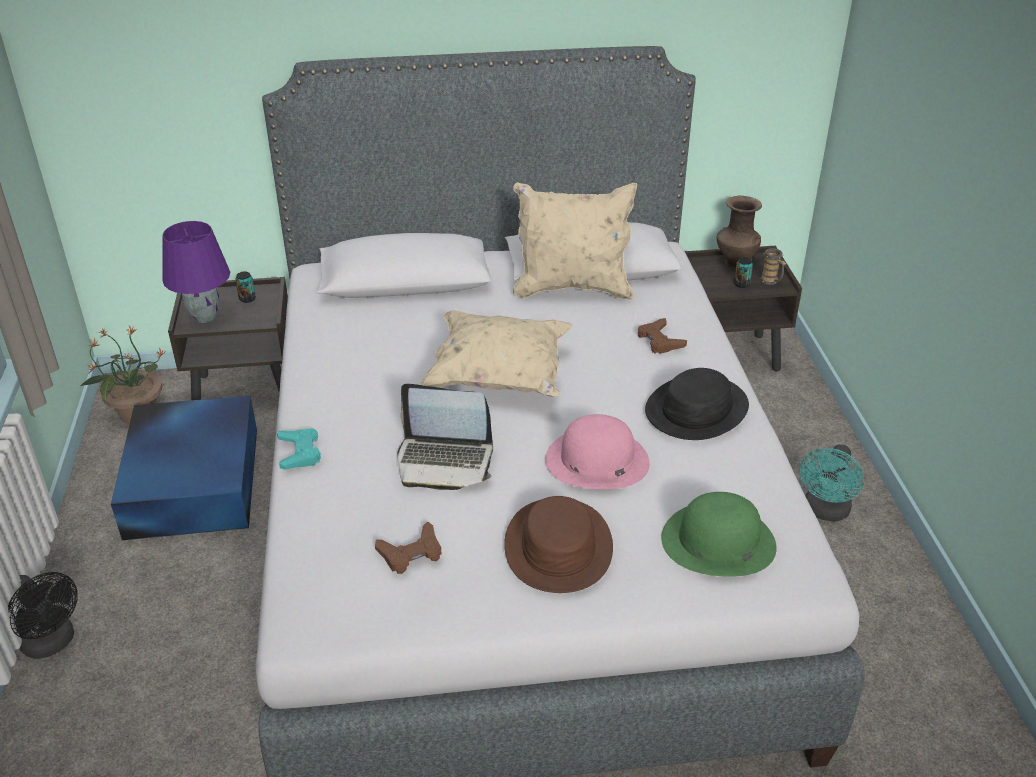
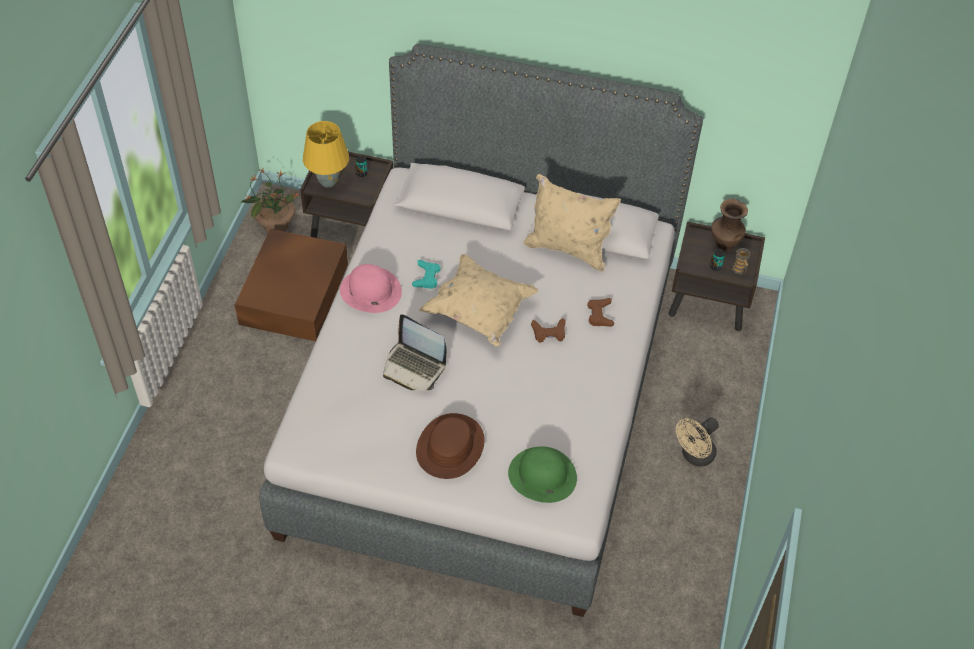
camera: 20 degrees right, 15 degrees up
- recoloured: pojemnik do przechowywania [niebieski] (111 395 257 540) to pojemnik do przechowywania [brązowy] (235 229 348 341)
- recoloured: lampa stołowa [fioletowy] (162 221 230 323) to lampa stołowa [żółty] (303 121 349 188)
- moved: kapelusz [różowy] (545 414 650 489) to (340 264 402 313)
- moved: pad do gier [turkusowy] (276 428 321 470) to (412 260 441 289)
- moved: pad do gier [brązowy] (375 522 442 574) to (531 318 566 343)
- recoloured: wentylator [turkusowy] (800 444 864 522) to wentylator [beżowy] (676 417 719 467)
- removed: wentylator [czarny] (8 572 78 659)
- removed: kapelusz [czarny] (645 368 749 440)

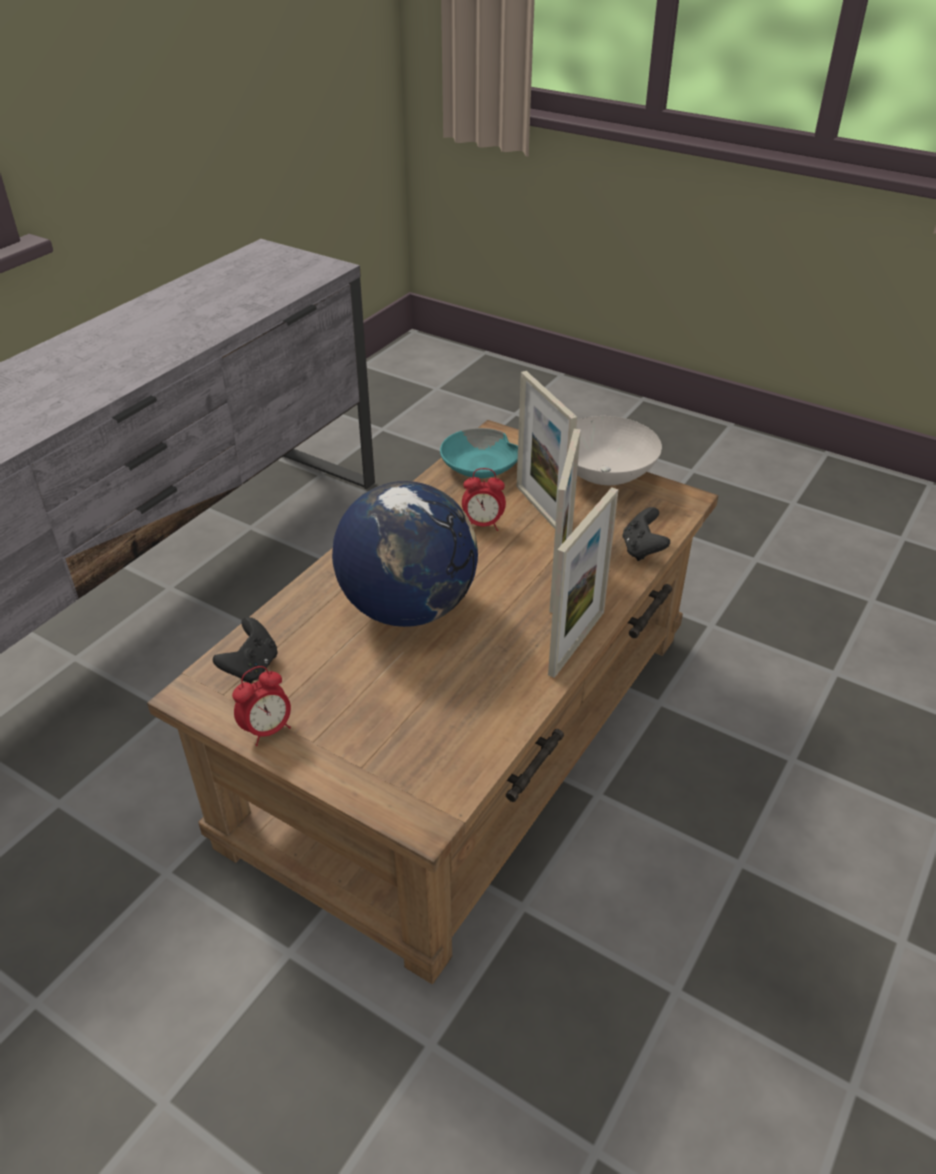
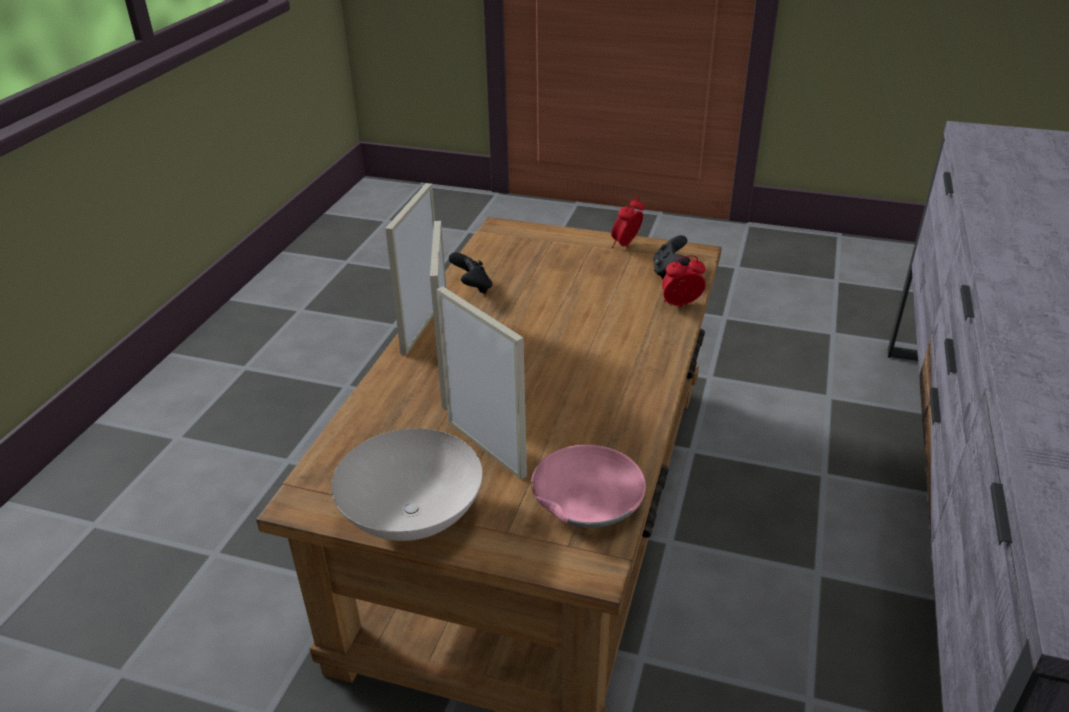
camera: 165 degrees right, 5 degrees down
- moved: pad do gier [czarny] (623 507 670 561) to (449 252 492 294)
- recoloured: miska [turkusowy] (440 428 518 478) to miska [różowy] (531 445 646 528)
- moved: budzik (462 468 506 531) to (662 255 706 307)
- removed: globus (332 481 478 627)

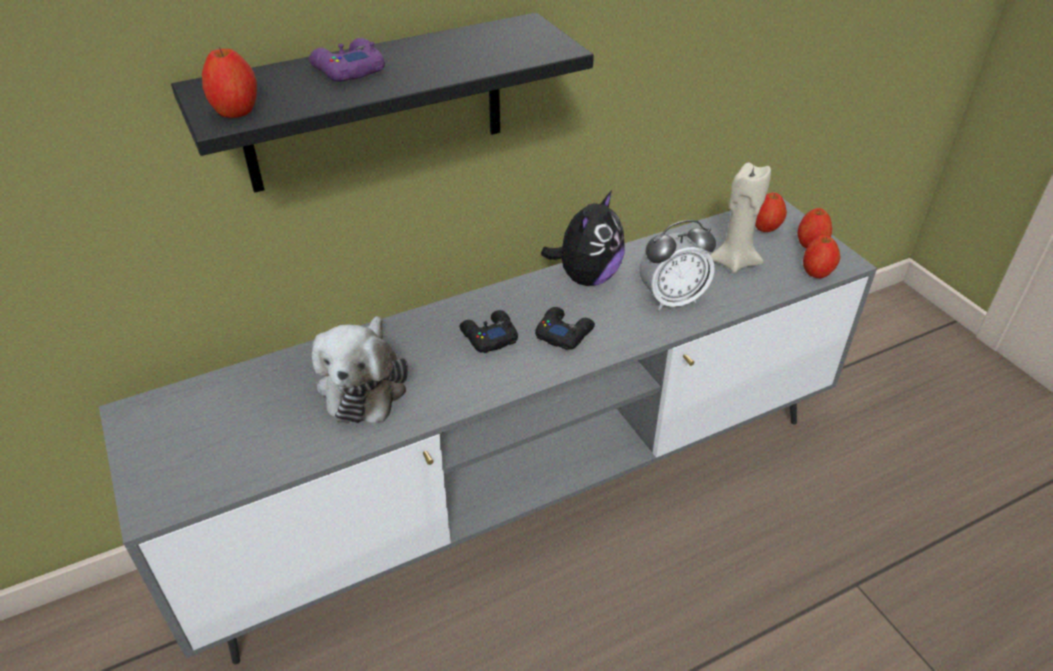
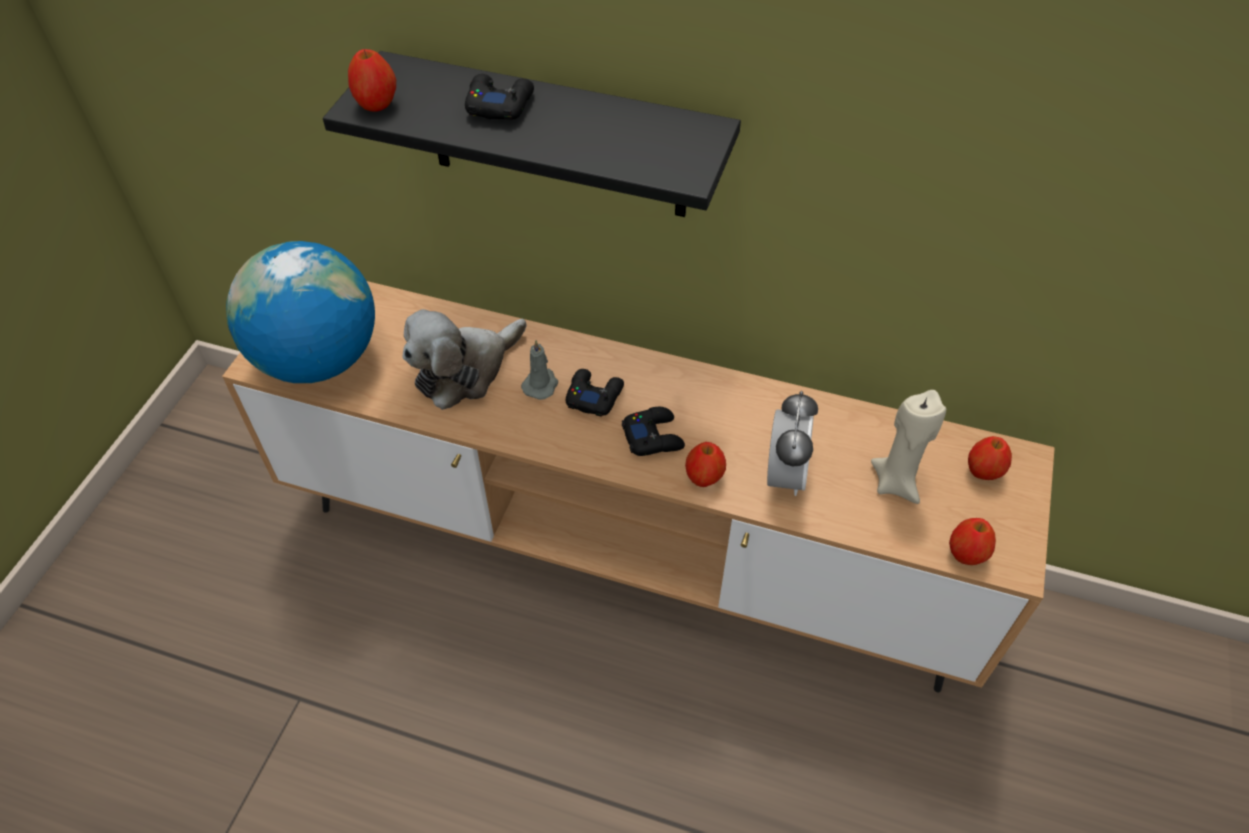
camera: 45 degrees right, 10 degrees up
- recoloured: szafka pod telewizor [szary] (99 199 877 665) to szafka pod telewizor [brązowy] (222 281 1055 692)
- added: globus (226 241 375 383)
- recoloured: pad do gier [fioletowy] (309 38 385 82) to pad do gier [czarny] (465 74 534 120)
- added: świeca [szary] (521 340 558 400)
- moved: jabłko (798 208 832 249) to (685 442 726 487)
- turned: budzik (639 220 716 311) = (767 391 818 496) 105 degrees counterclockwise
- removed: pluszak (541 190 625 286)

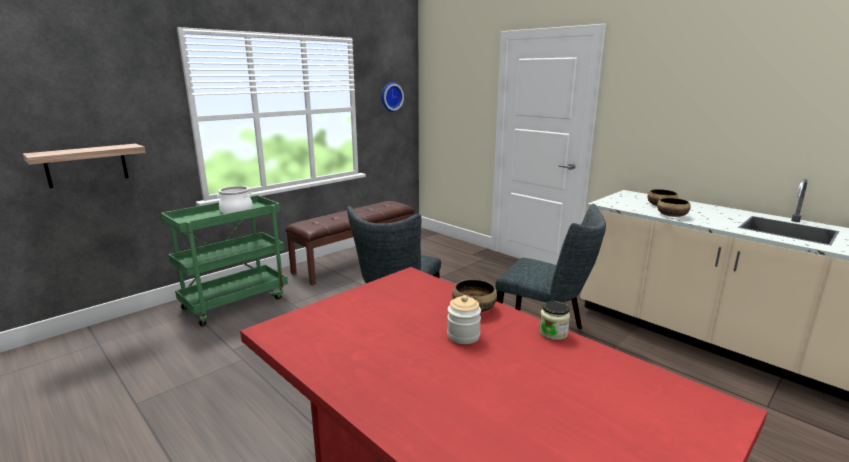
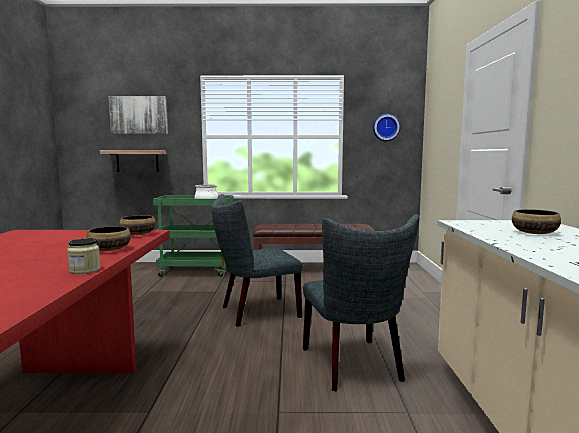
camera: 45 degrees right, 10 degrees down
- added: obraz (109 96 168 134)
- moved: miska (657 198 691 217) to (119 215 156 235)
- removed: słoik (447 295 481 344)

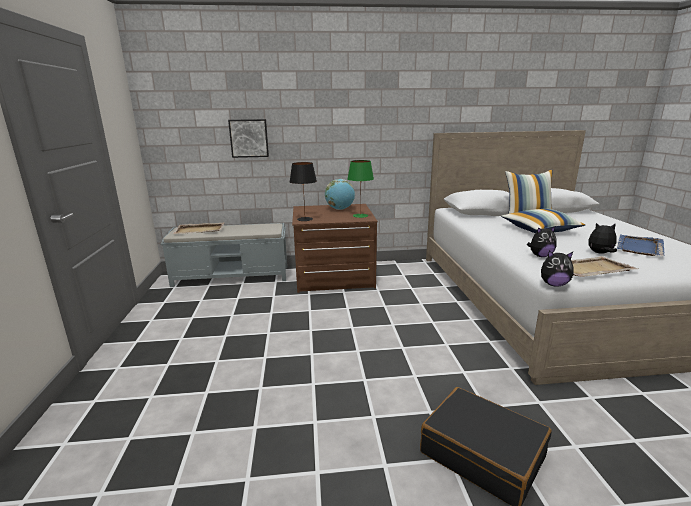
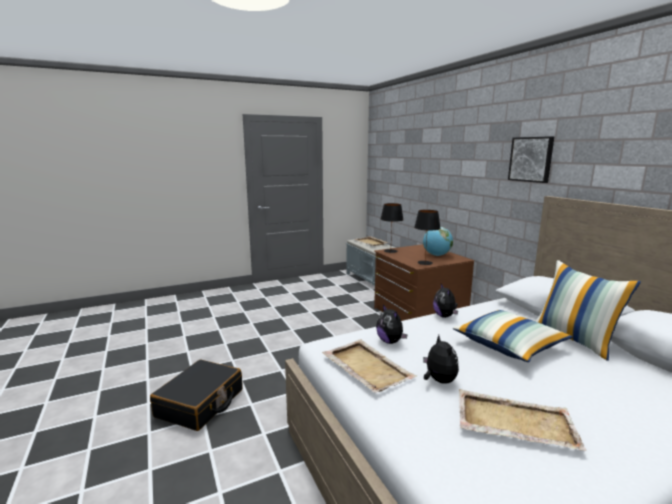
camera: 70 degrees right, 5 degrees down
- recoloured: lampa stołowa [zielony] (348 160 374 218) to lampa stołowa [czarny] (414 210 441 265)
- moved: pluszak (541 250 574 287) to (433 284 458 318)
- recoloured: taca [niebieski] (617 235 665 256) to taca [beżowy] (459 389 586 451)
- moved: obraz (228 119 269 158) to (508 136 554 183)

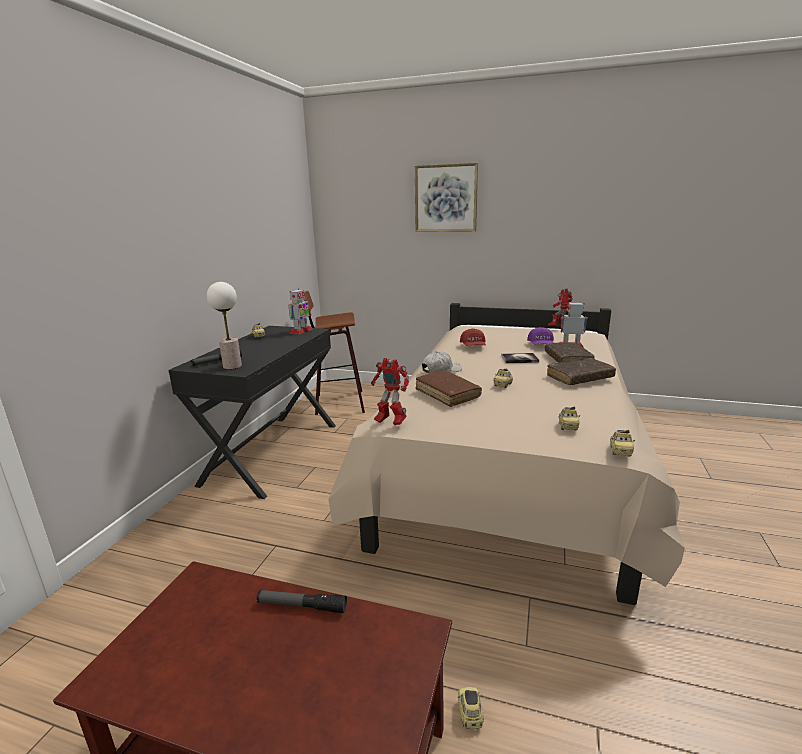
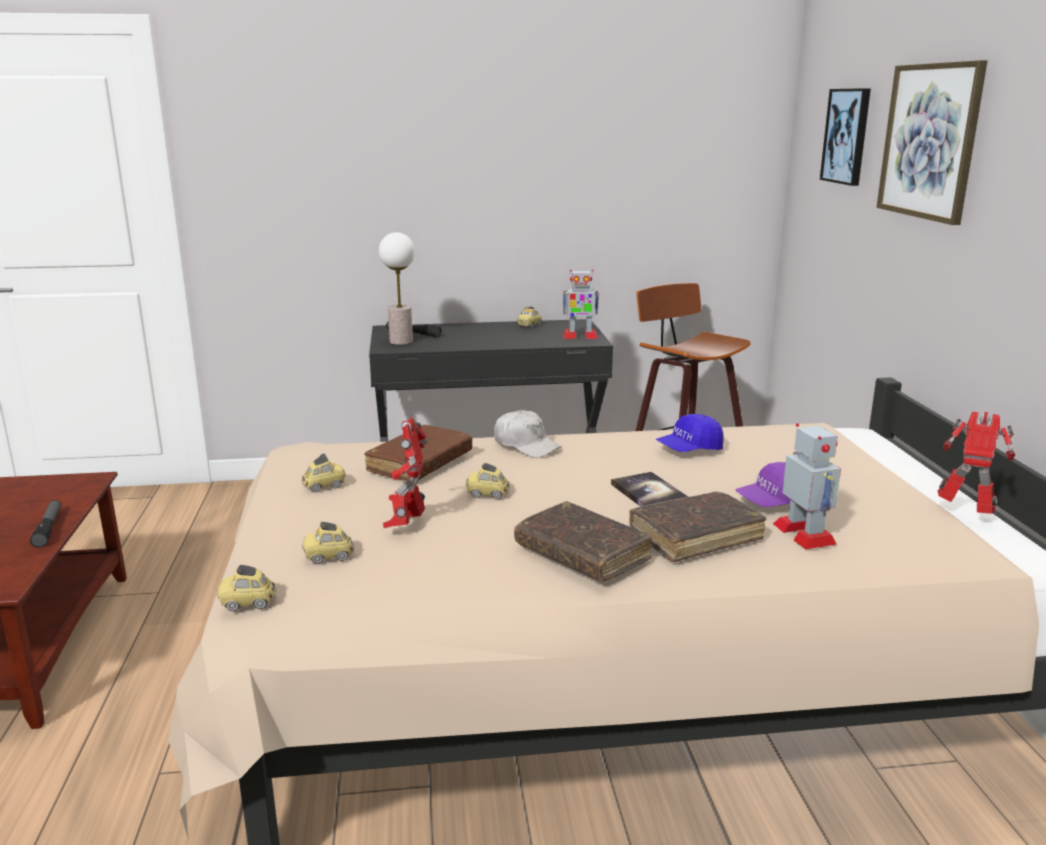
camera: 65 degrees right, 0 degrees up
- moved: samochodzik (458 687 484 729) to (302 453 346 492)
- moved: robot zabawkowy (371 358 409 425) to (383 417 427 528)
- recoloured: czapka z daszkiem [czerwony] (460 328 486 346) to czapka z daszkiem [niebieski] (656 414 724 452)
- added: obraz (820 88 871 186)

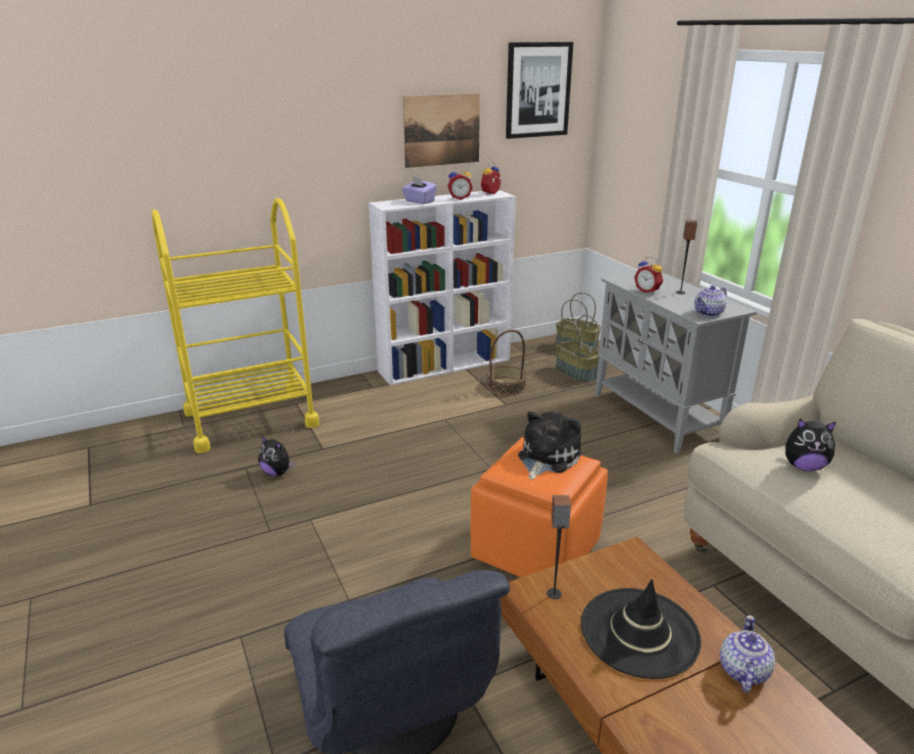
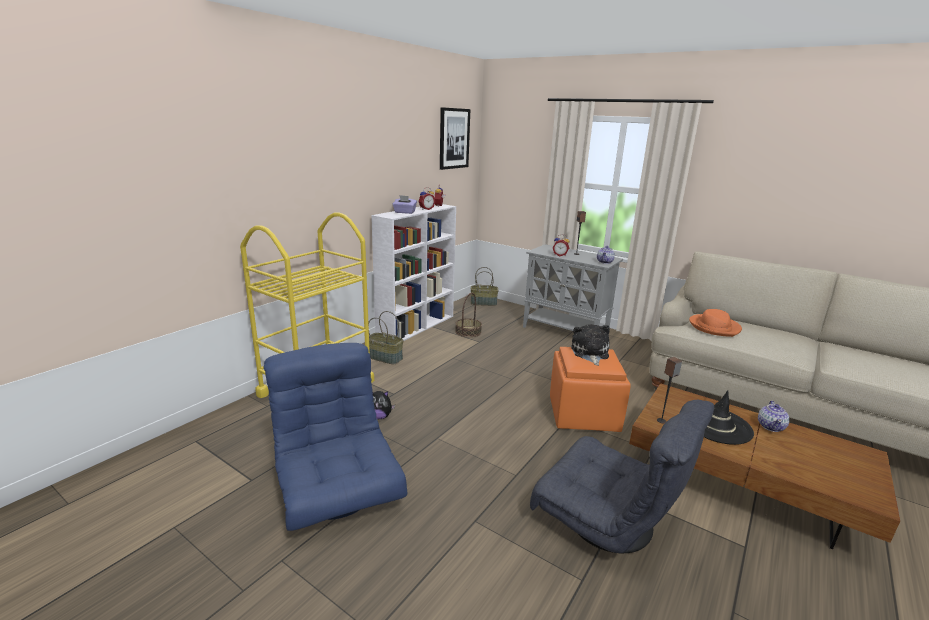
camera: 30 degrees left, 5 degrees down
- added: fotel [niebieski] (263 343 407 531)
- moved: koszyk (556 315 599 383) to (368 311 404 364)
- replaced: pluszak (785 419 836 471) to kapelusz [pomarańczowy] (689 309 742 337)
- turned: imbryk (720 615 775 692) = (758 401 789 432) 150 degrees counterclockwise
- removed: obraz (403 93 480 168)

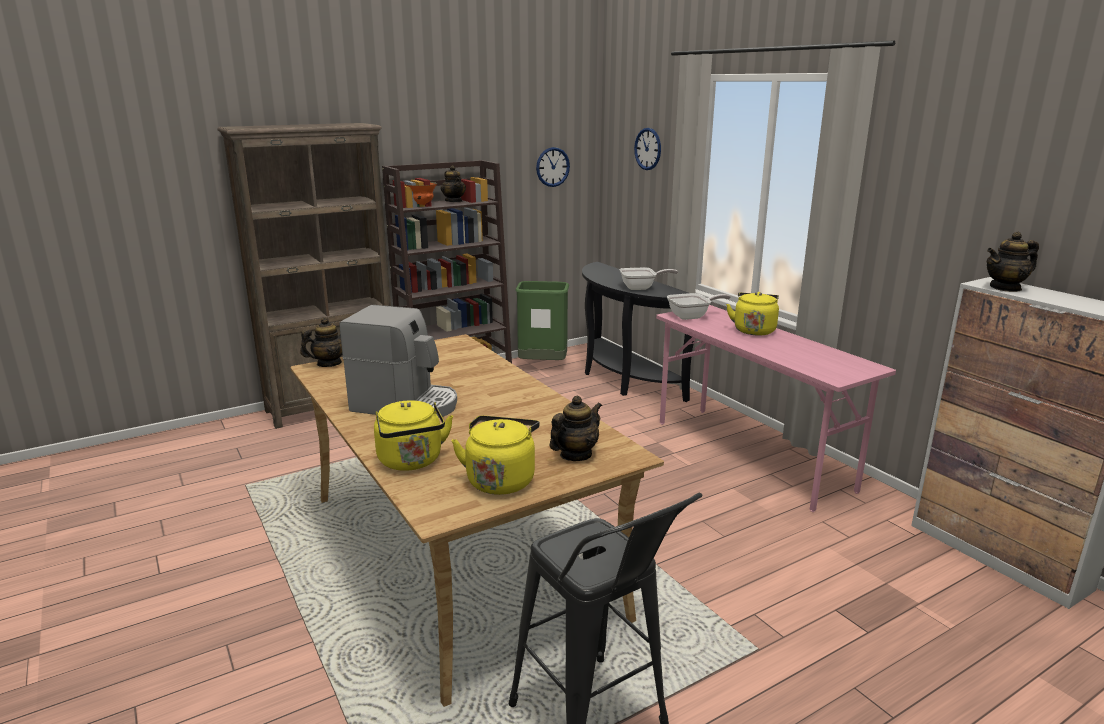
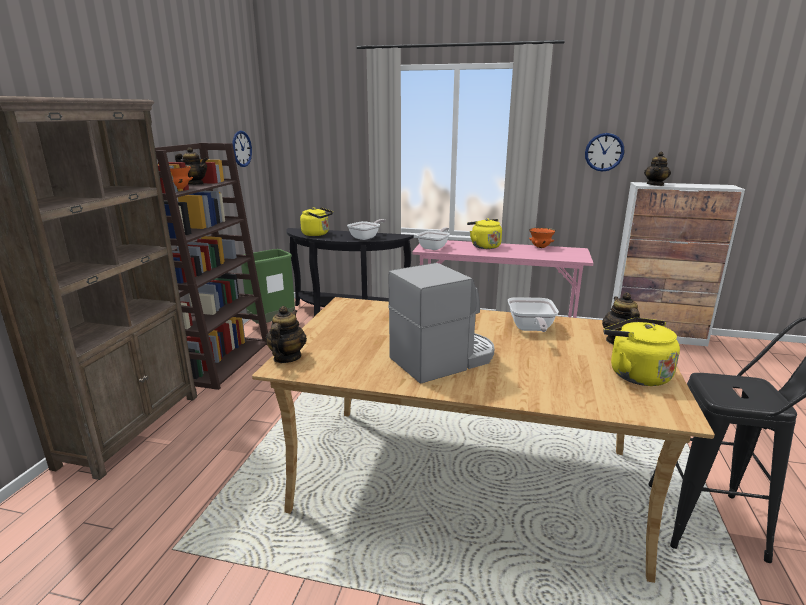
camera: 45 degrees left, 0 degrees up
- moved: czajnik [żółty] (374 401 453 471) to (300 207 333 236)
- added: patelnia (508 297 559 332)
- added: miska [pomarańczowy] (529 228 556 248)
- moved: zegar ścienny (634 128 661 170) to (585 133 624 171)

